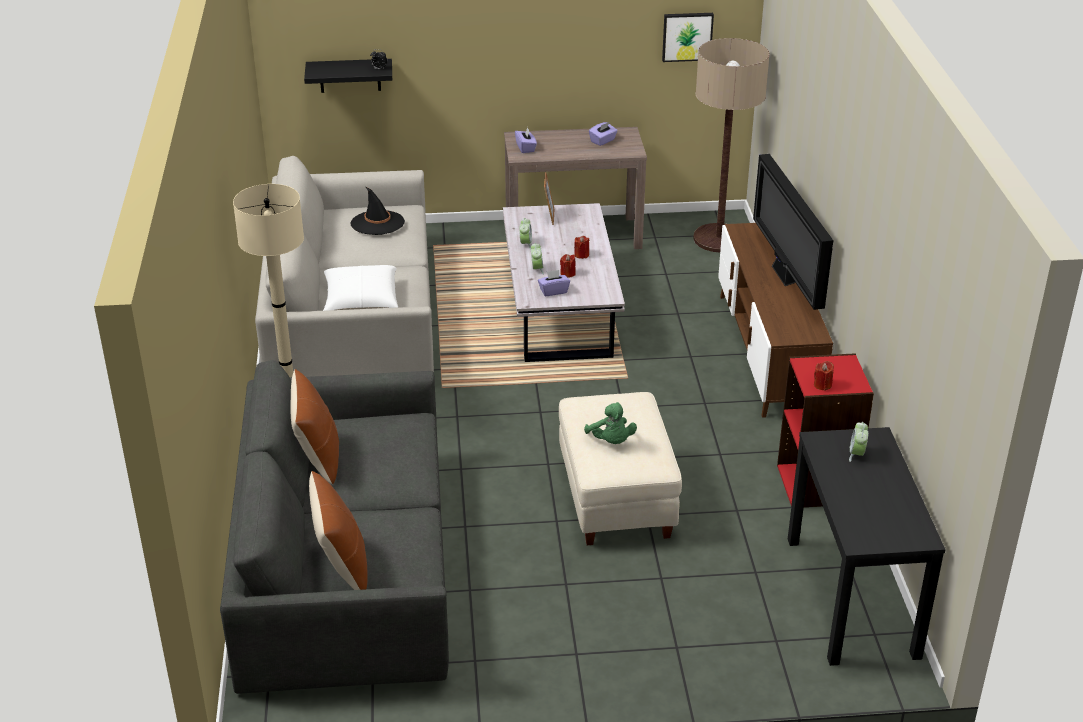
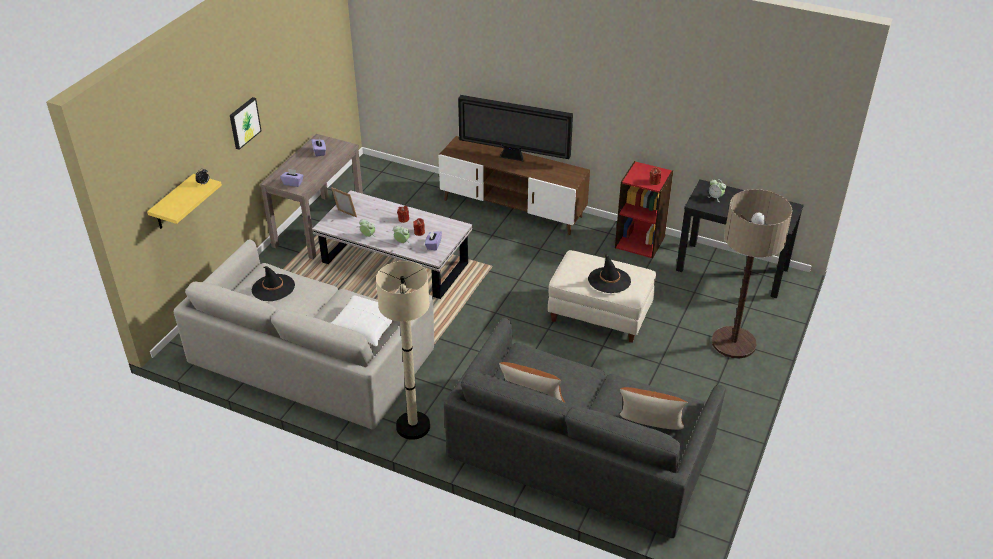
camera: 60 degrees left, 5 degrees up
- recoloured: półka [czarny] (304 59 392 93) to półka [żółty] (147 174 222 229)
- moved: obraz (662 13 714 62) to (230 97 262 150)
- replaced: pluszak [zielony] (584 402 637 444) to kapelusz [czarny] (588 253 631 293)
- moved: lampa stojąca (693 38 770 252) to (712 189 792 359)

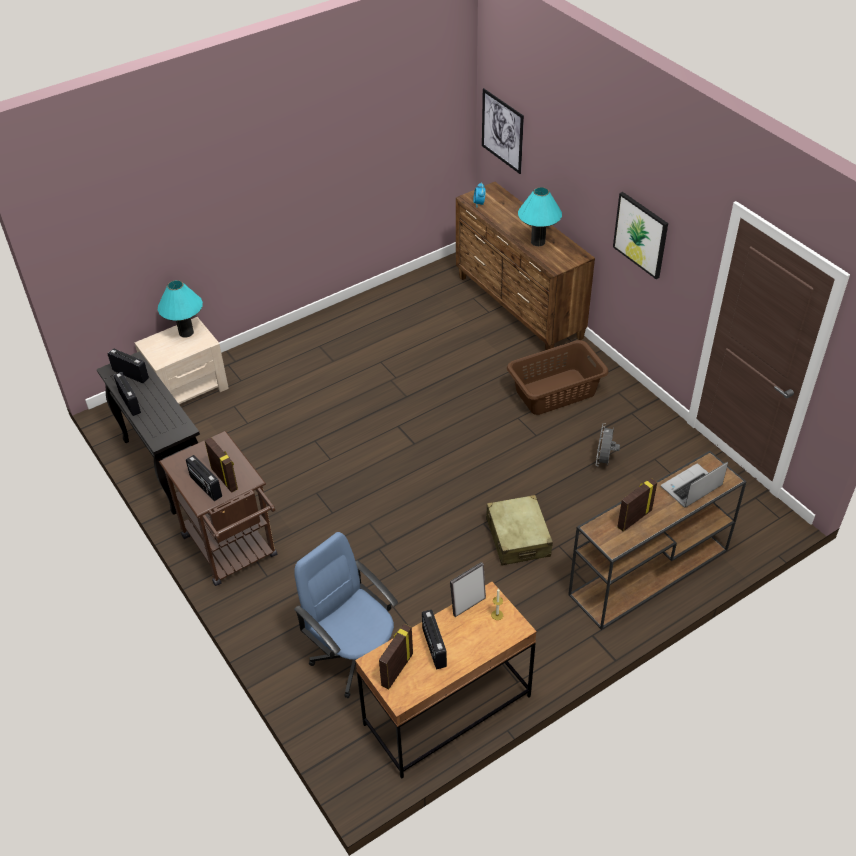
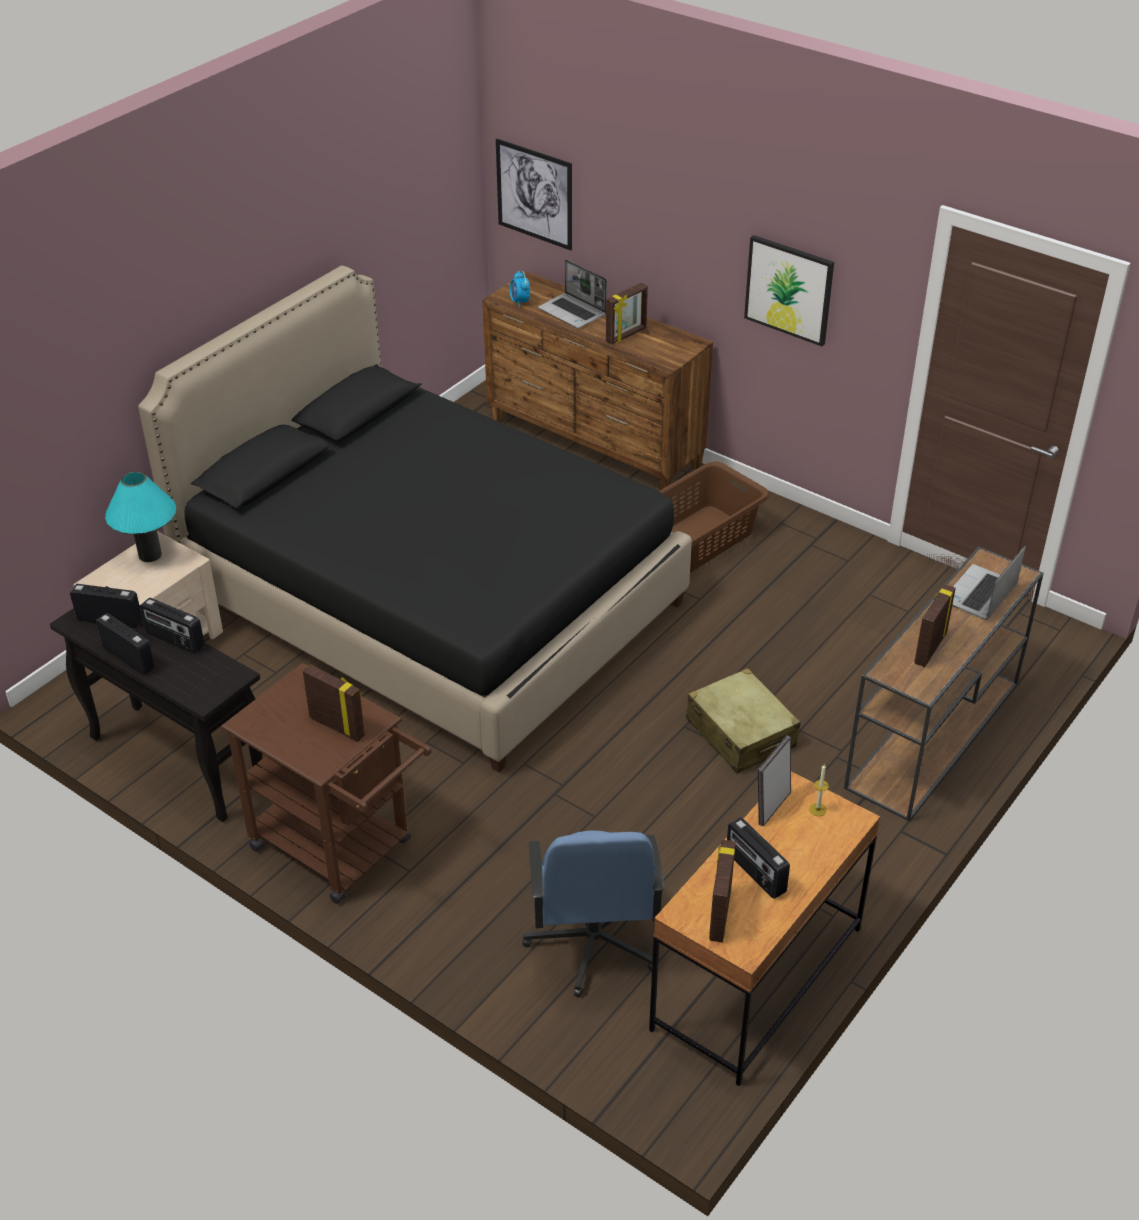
camera: 20 degrees left, 5 degrees down
- added: łóżko [czarny] (138 266 692 772)
- moved: radio (186 455 222 501) to (140 598 205 654)
- turned: krzesło biurowe [niebieski] (294 532 398 698) = (522 830 665 997) 120 degrees counterclockwise
- added: laptop (538 259 607 328)
- replaced: lampa stołowa [turkusowy] (518 187 562 246) to ramka na zdjęcie (606 283 648 345)
- removed: wentylator [szary] (596 423 620 467)

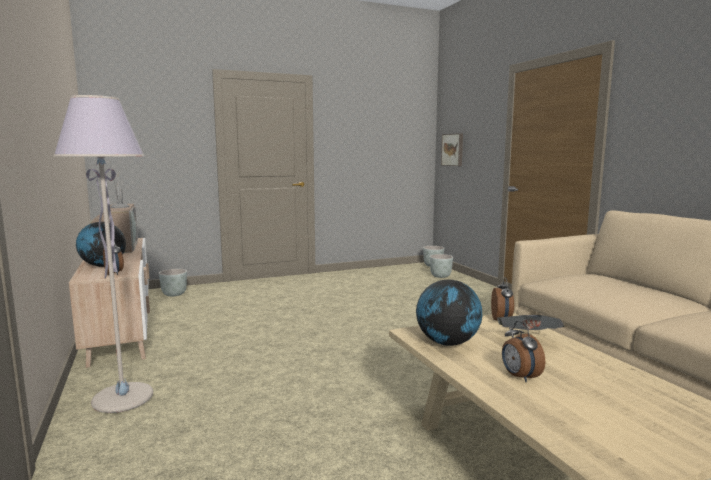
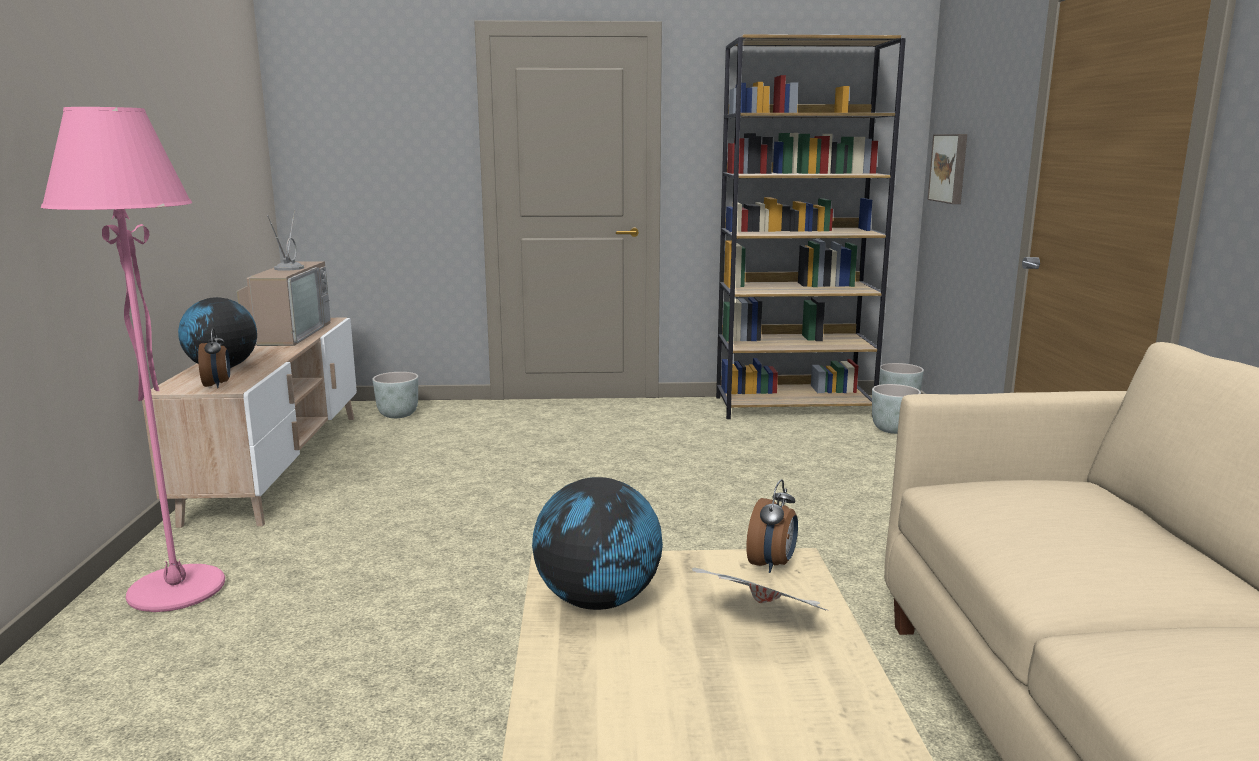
camera: 20 degrees right, 5 degrees up
- recoloured: lampa stojąca [szary] (53 95 153 413) to lampa stojąca [różowy] (41 107 225 612)
- added: regał [brązowy] (716 34 906 419)
- removed: budzik (502 321 545 382)

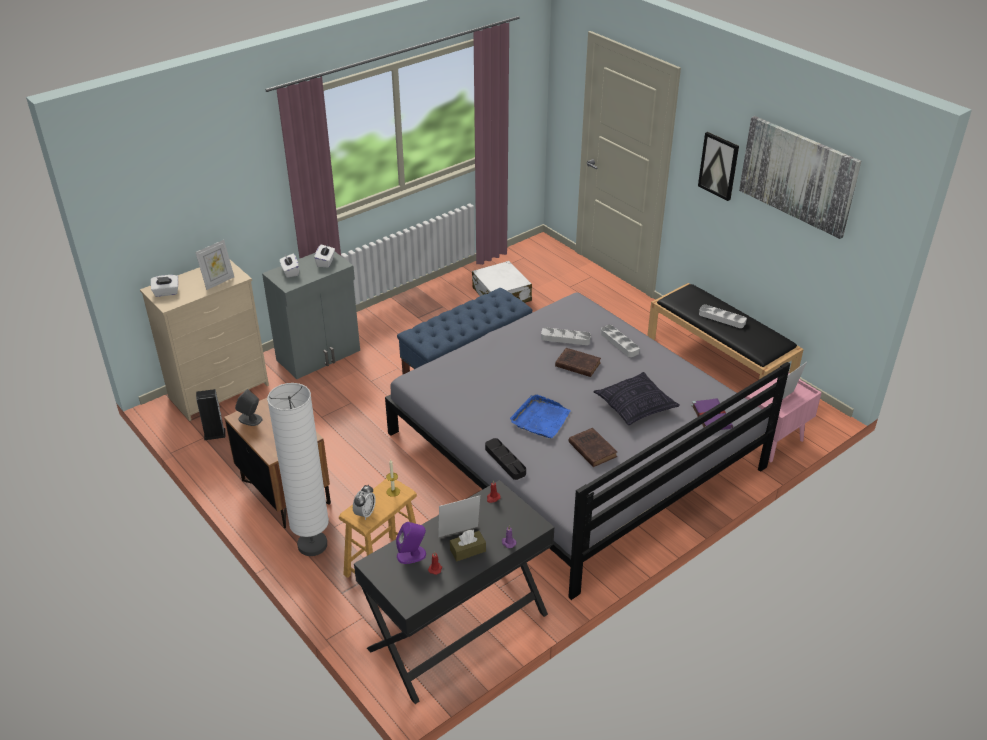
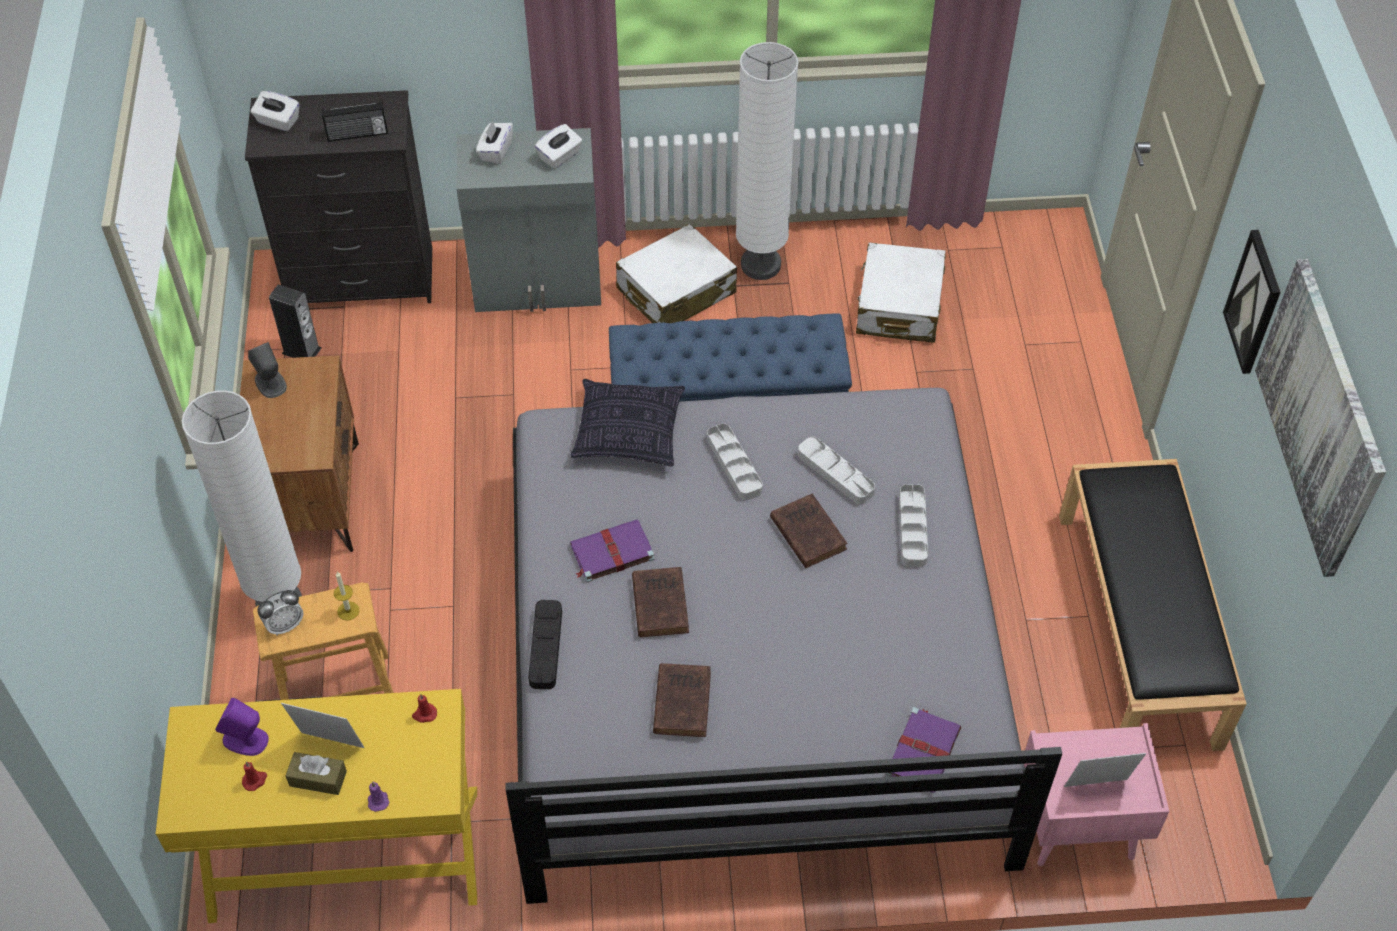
camera: 35 degrees right, 15 degrees up
- recoloured: biurko [czarny] (354 480 555 704) to biurko [żółty] (156 689 477 923)
- recoloured: komoda [beżowy] (140 260 269 421) to komoda [czarny] (245 90 432 303)
- replaced: ramka na zdjęcie (195 240 234 290) to radio (322 101 388 142)
- moved: poduszka (594 372 680 425) to (570 379 685 467)
- added: książka [fioletowy] (570 519 655 582)
- added: walizka [biały] (616 224 737 323)
- replaced: taca [niebieski] (510 394 571 438) to książka [brązowy] (632 567 689 637)
- moved: taca [szary] (699 304 747 328) to (707 423 763 500)
- added: lampa stojąca [biały] (736 42 798 280)

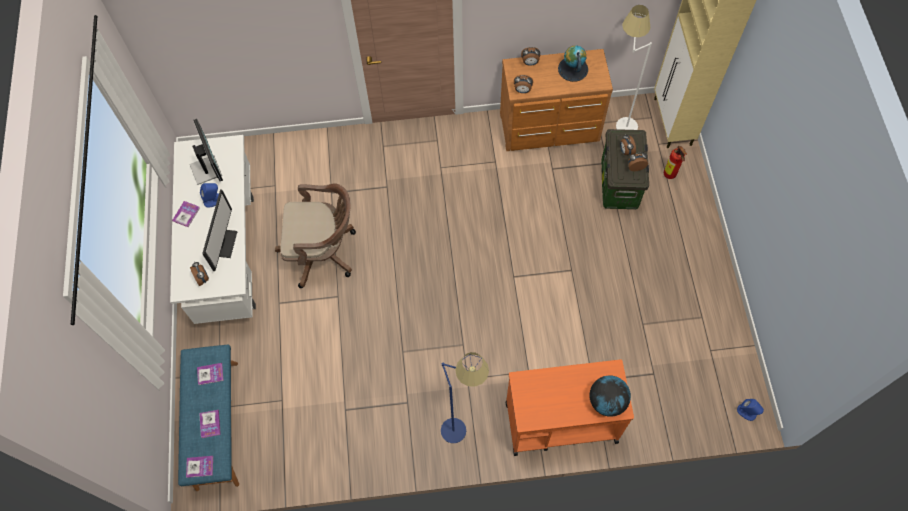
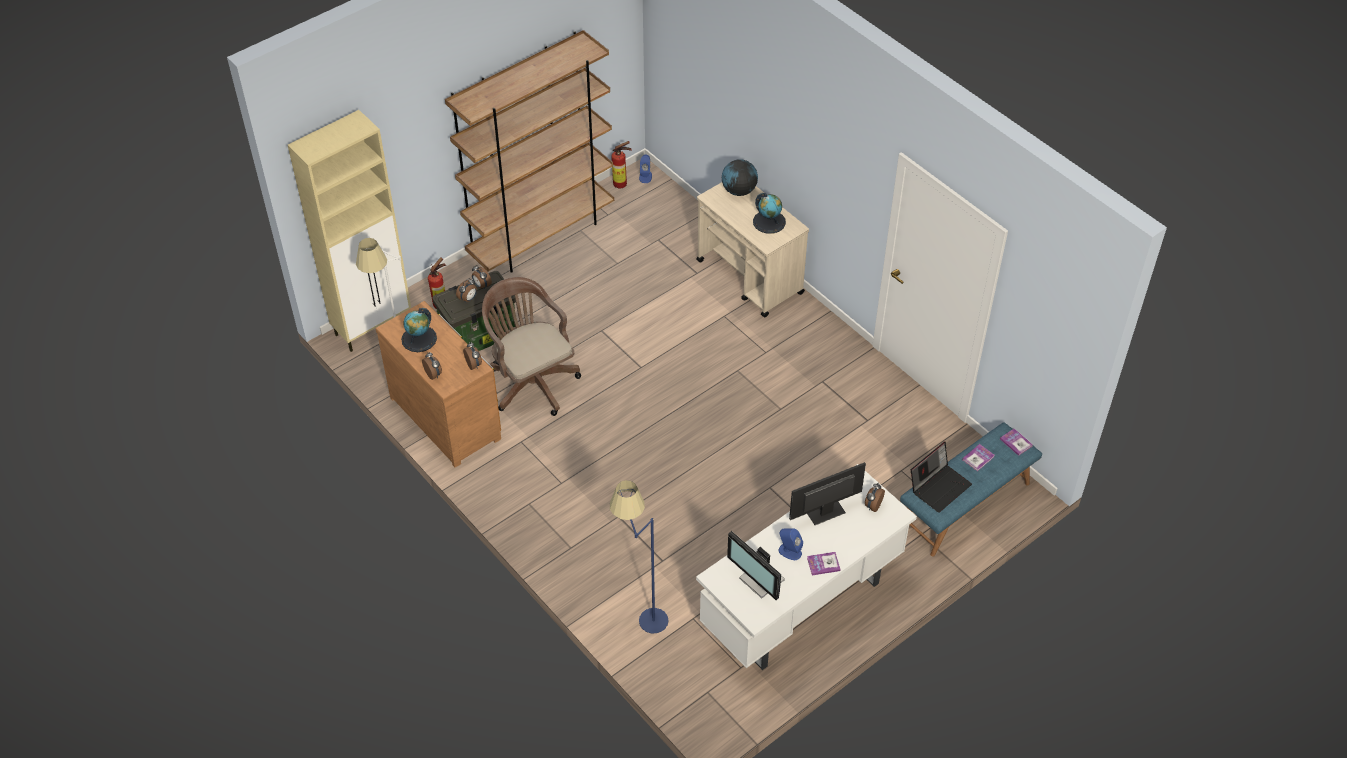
camera: 125 degrees left, 15 degrees down
- added: regał [brązowy] (445 30 614 273)
- moved: krzesło biurowe [brązowy] (275 183 356 288) to (482 277 581 416)
- moved: lampa stojąca [niebieski] (441 352 489 443) to (610 480 669 633)
- added: gaśnica (611 141 632 188)
- recoloured: wózek [pomarańczowy] (506 359 634 456) to wózek [beżowy] (696 182 809 318)
- turned: monitor (190 119 223 185) = (727 531 785 600) 75 degrees counterclockwise
- added: globus (753 193 786 234)
- replaced: książka (197 363 223 385) to laptop (911 441 972 513)

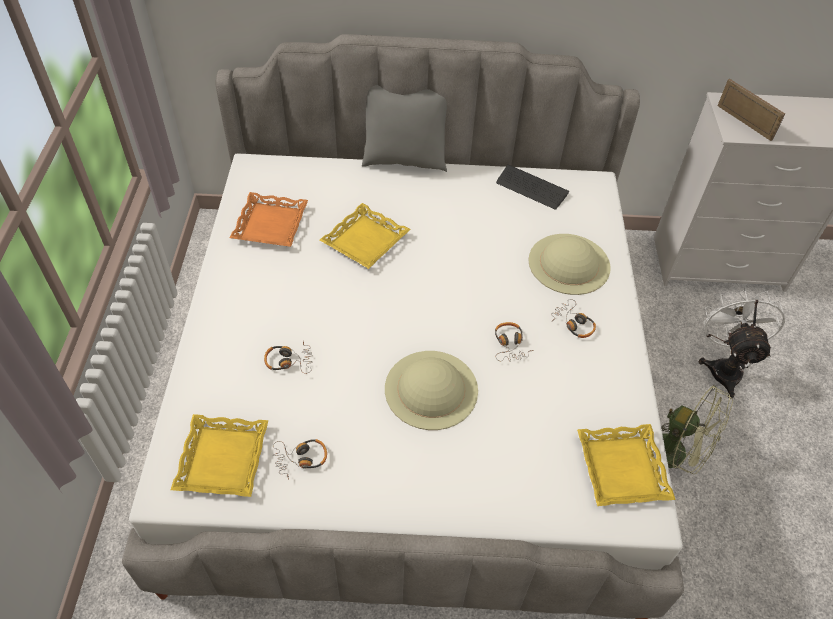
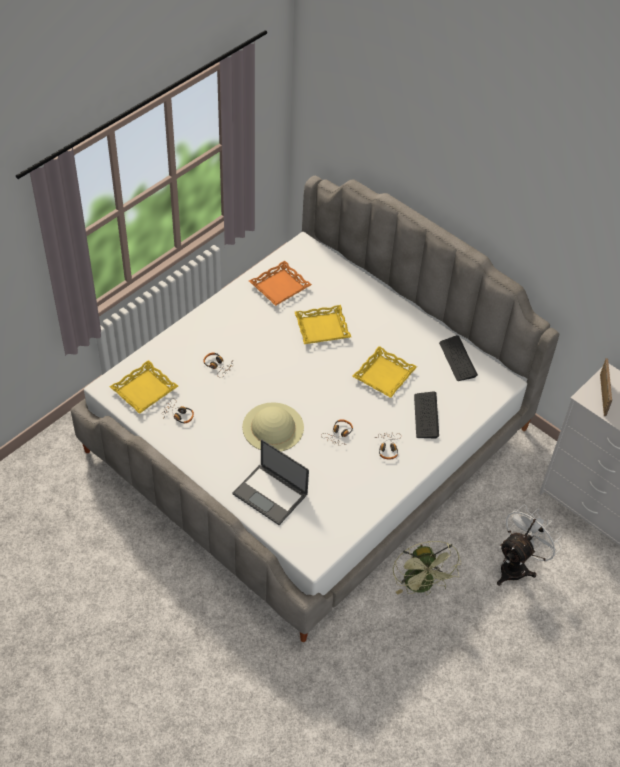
camera: 40 degrees right, 0 degrees up
- added: laptop (232 439 309 525)
- moved: taca [żółty] (577 424 676 506) to (352 346 417 398)
- replaced: kapelusz [beżowy] (528 234 611 295) to klawiatura (414 391 439 438)
- removed: poduszka [szary] (362 85 447 172)

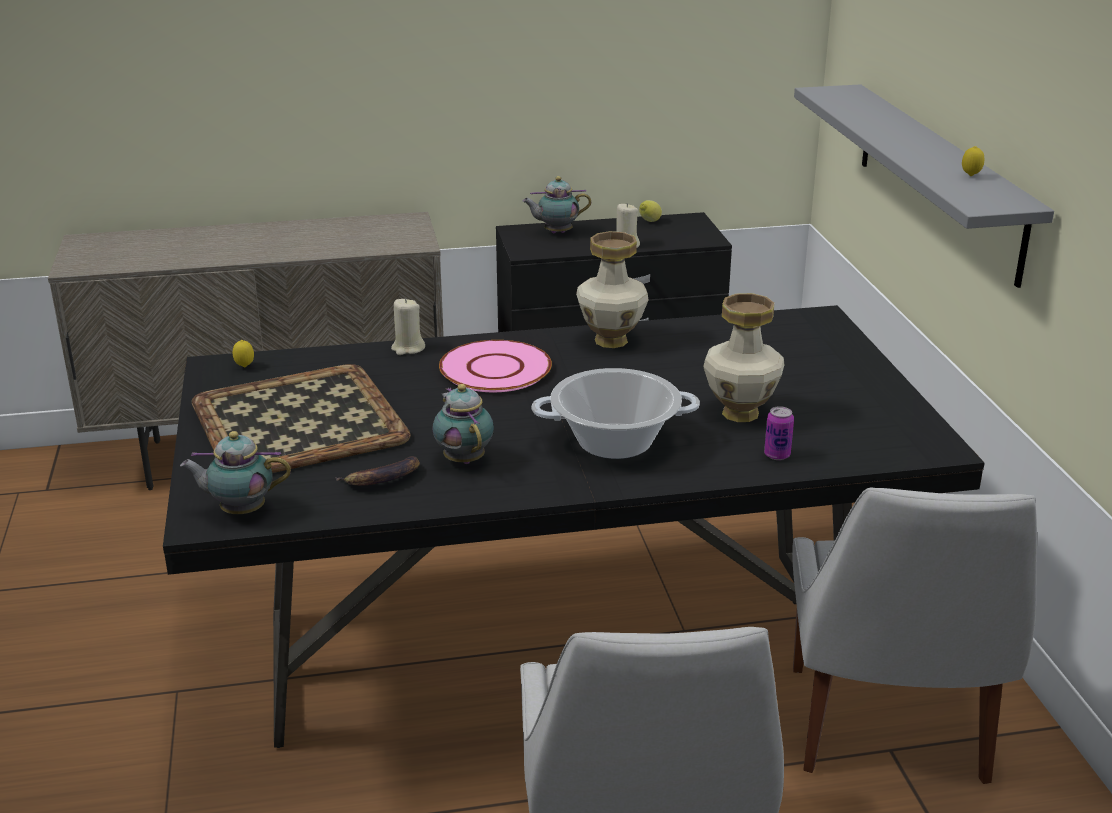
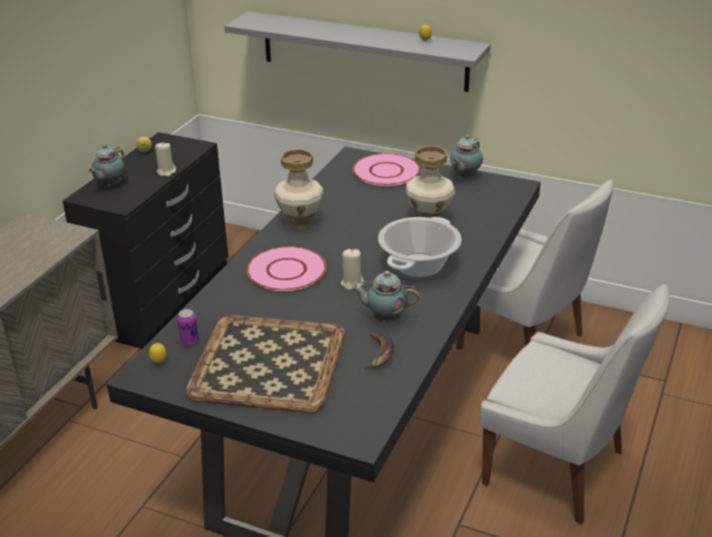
camera: 55 degrees left, 5 degrees up
- moved: puszka (764 406 794 460) to (177 309 199 345)
- moved: świeca [beżowy] (391 298 425 355) to (341 249 364 290)
- added: talerz [różowy] (352 153 420 186)
- moved: imbryk (180 431 291 514) to (450 135 483 178)

